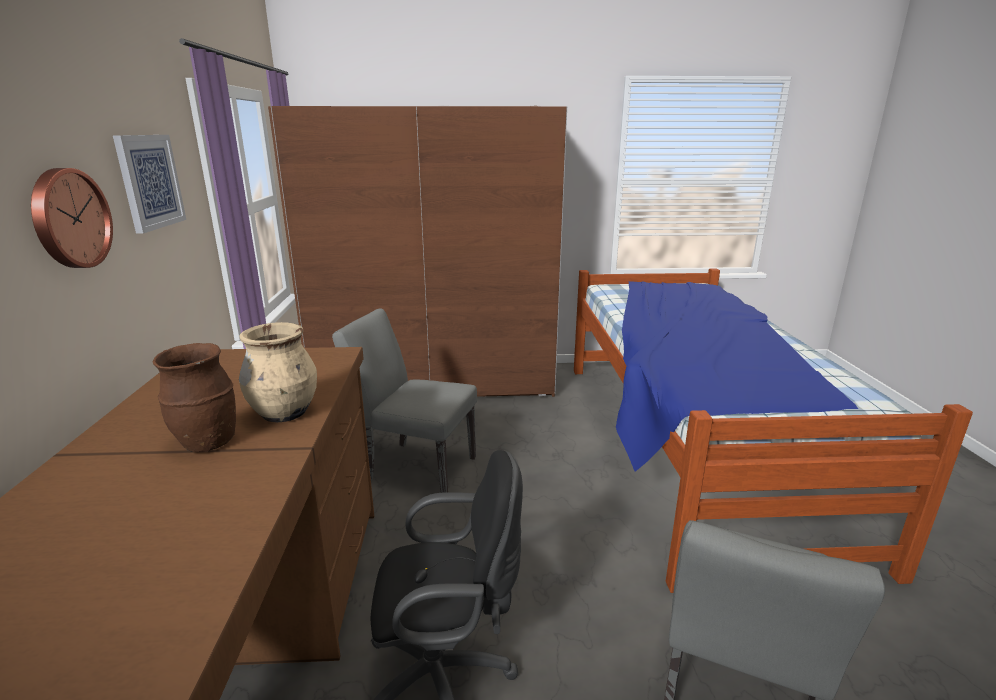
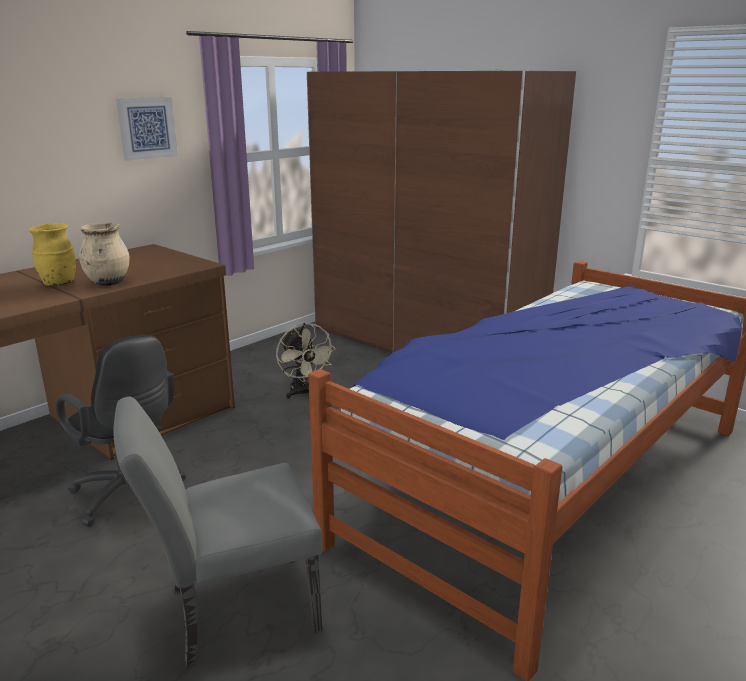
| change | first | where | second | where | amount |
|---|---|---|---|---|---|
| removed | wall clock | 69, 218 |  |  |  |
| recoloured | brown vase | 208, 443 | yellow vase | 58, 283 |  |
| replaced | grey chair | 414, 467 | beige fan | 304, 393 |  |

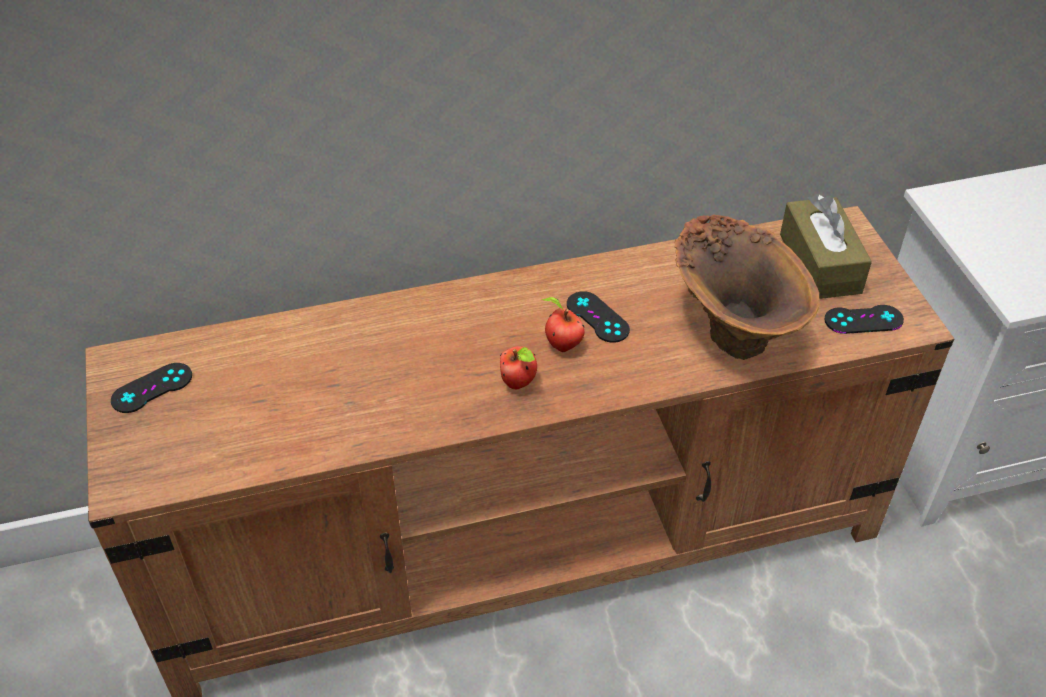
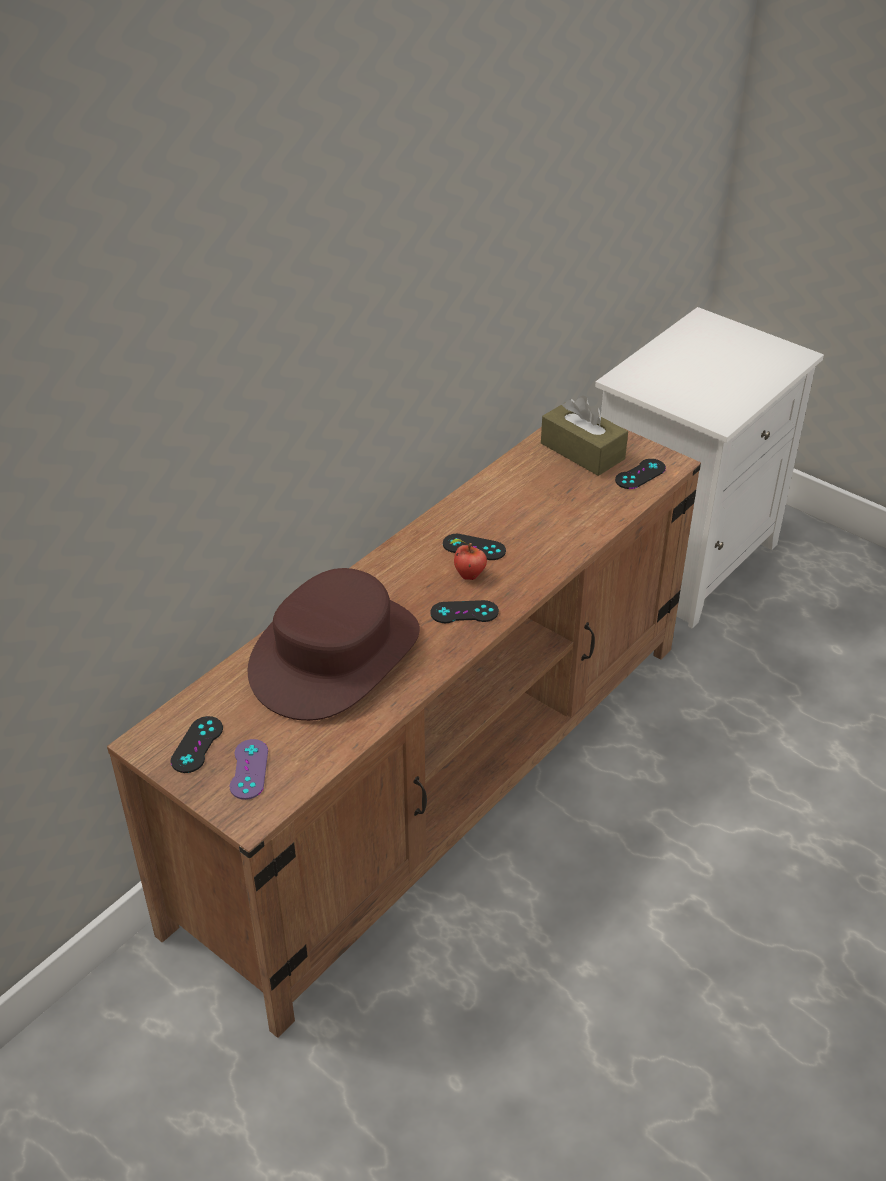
| change | first | where | second | where | amount |
|---|---|---|---|---|---|
| replaced | apple | 519, 383 | black game controller | 464, 612 |  |
| removed | brown vase | 734, 329 |  |  |  |
| added |  |  | purple game controller | 249, 769 |  |
| added |  |  | brown hat | 334, 655 |  |

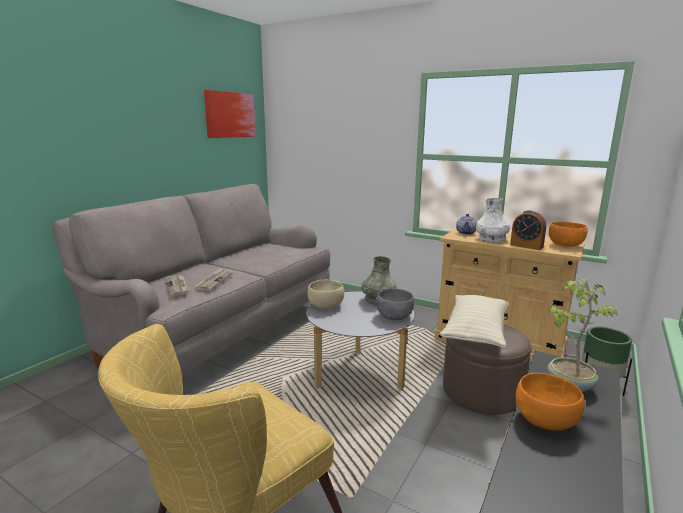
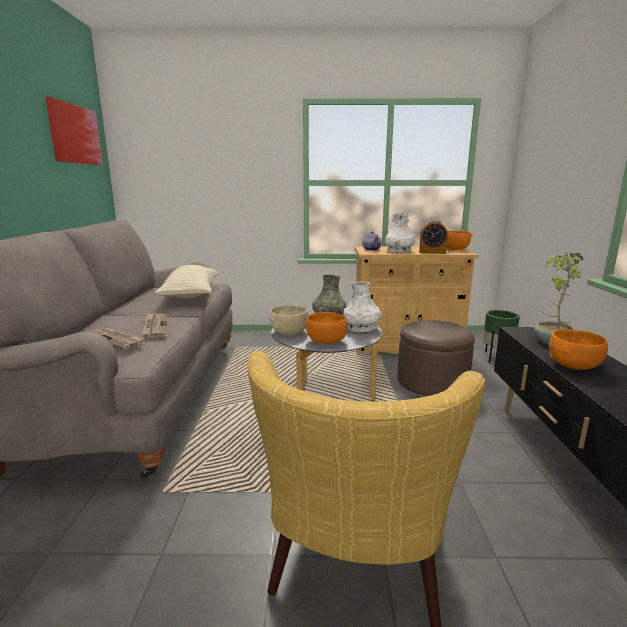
| change | first | where | second | where | amount |
|---|---|---|---|---|---|
| replaced | grey bowl | 394, 316 | white vase | 361, 328 |  |
| moved | beige pillow | 475, 332 |  | 191, 295 |  |
| added |  |  | orange bowl | 327, 341 |  |

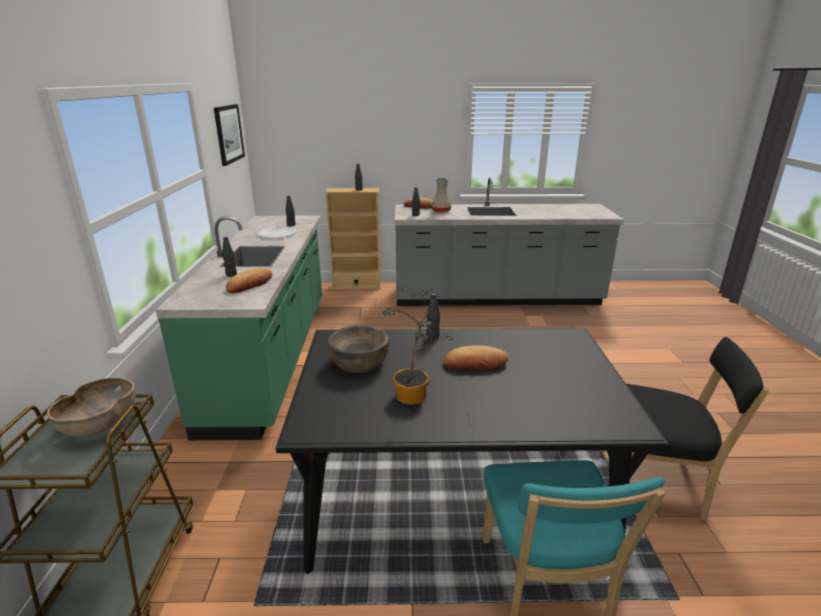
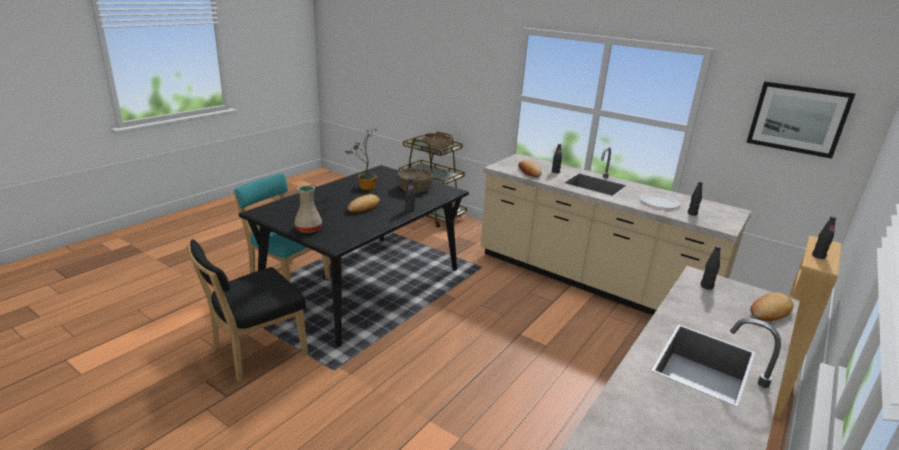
| change | first | where | second | where | amount |
|---|---|---|---|---|---|
| recoloured | green counter | 272, 357 | beige counter | 590, 282 |  |
| moved | beige vase | 441, 211 |  | 308, 229 |  |

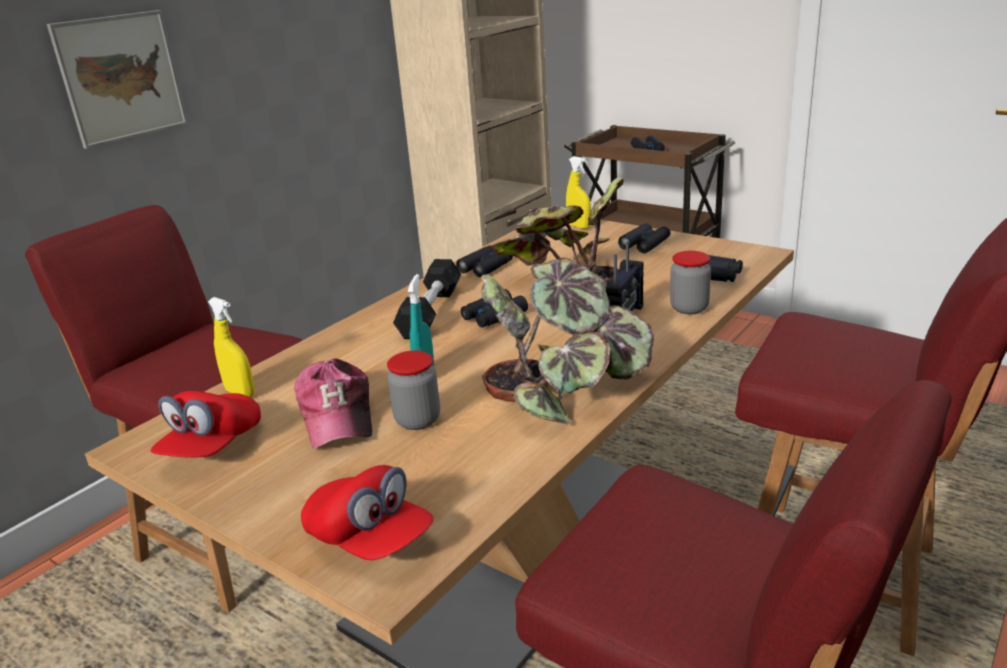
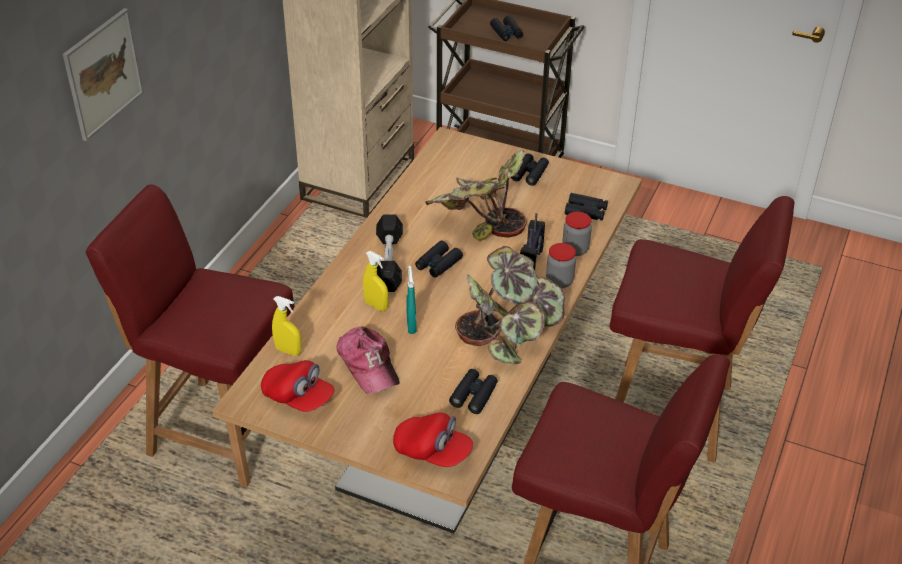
| change | first | where | second | where | amount |
|---|---|---|---|---|---|
| turned | red cap | 212, 447 |  | 298, 397 | 60 degrees counterclockwise |
| moved | jar | 417, 420 |  | 559, 281 |  |
| moved | black binoculars | 485, 267 |  | 474, 395 |  |
| moved | yellow spray bottle | 578, 226 |  | 376, 305 |  |

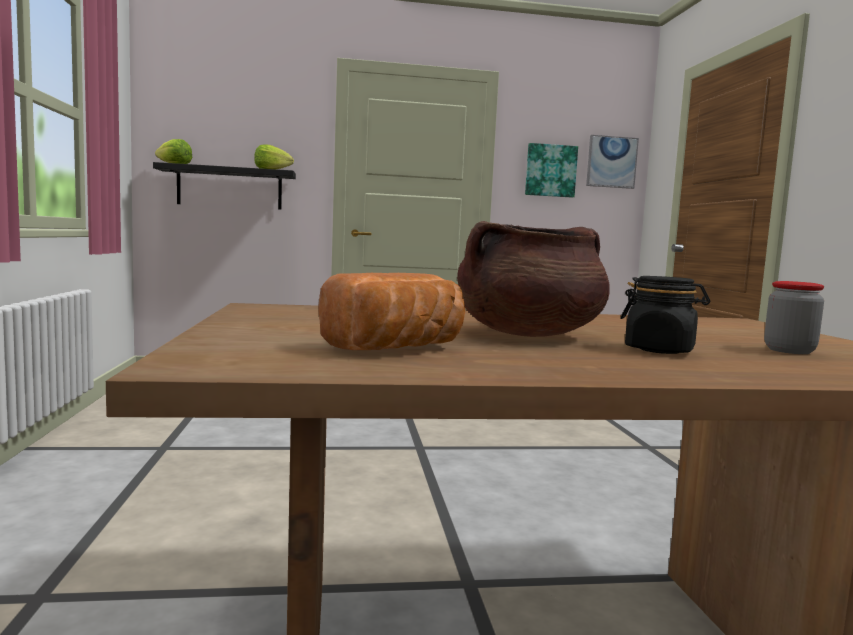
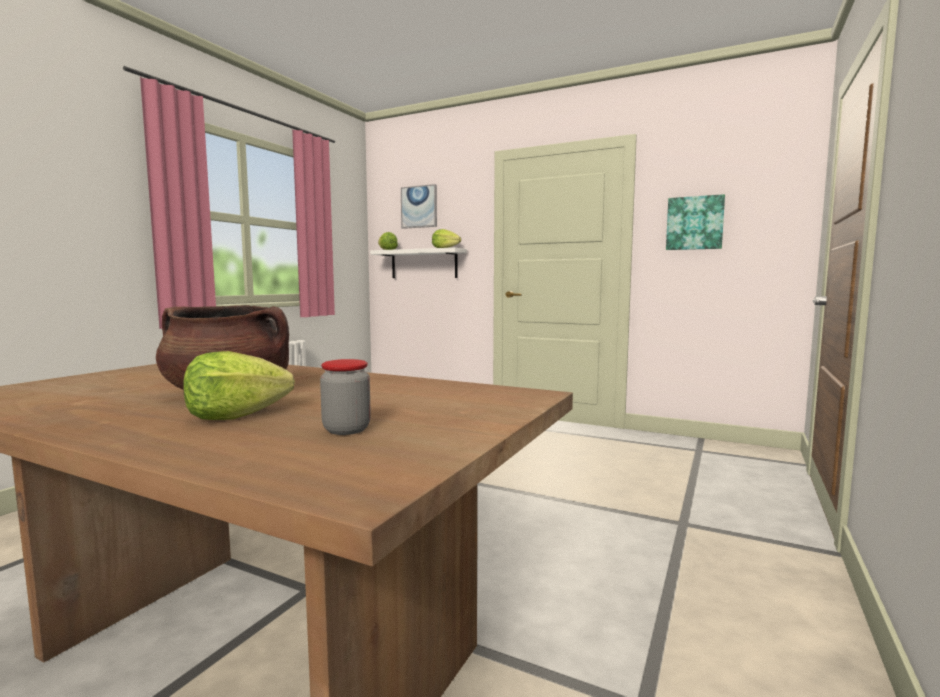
| change | first | where | second | where | amount |
|---|---|---|---|---|---|
| recoloured | black shelf | 230, 188 | white shelf | 424, 264 |  |
| removed | bread | 399, 349 |  |  |  |
| moved | picture | 611, 162 |  | 419, 207 |  |
| replaced | black jar | 660, 350 | lettuce | 236, 415 |  |

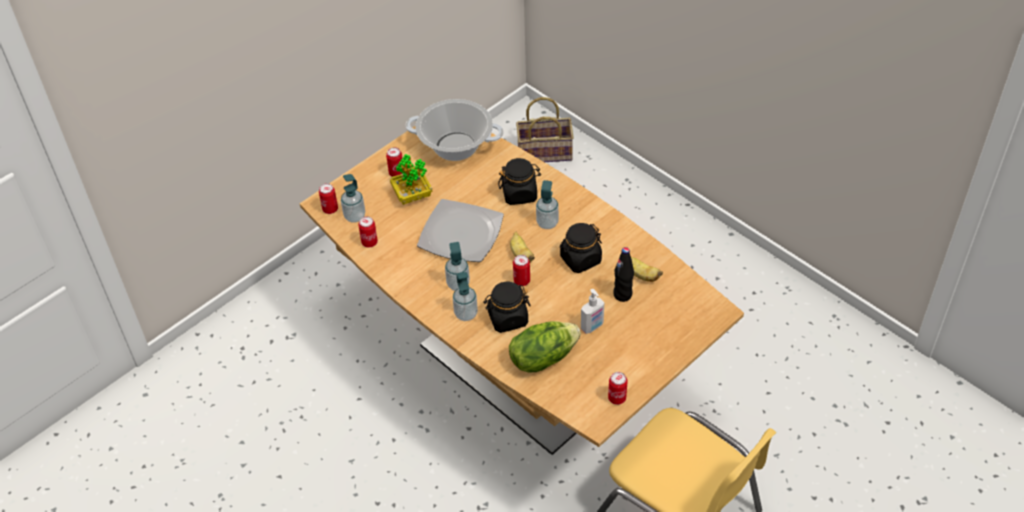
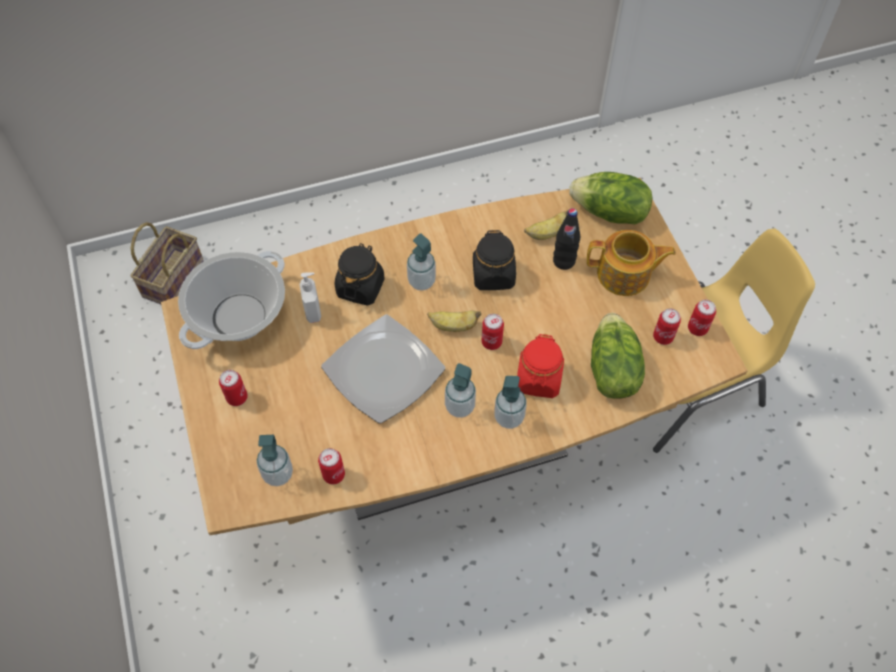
| change | first | where | second | where | amount |
|---|---|---|---|---|---|
| moved | can | 330, 209 |  | 663, 337 |  |
| removed | potted plant | 412, 195 |  |  |  |
| recoloured | black jar | 507, 318 | red jar | 538, 379 |  |
| moved | soap dispenser | 592, 326 |  | 313, 312 |  |
| added |  |  | lettuce | 609, 213 |  |
| added |  |  | teapot | 625, 275 |  |

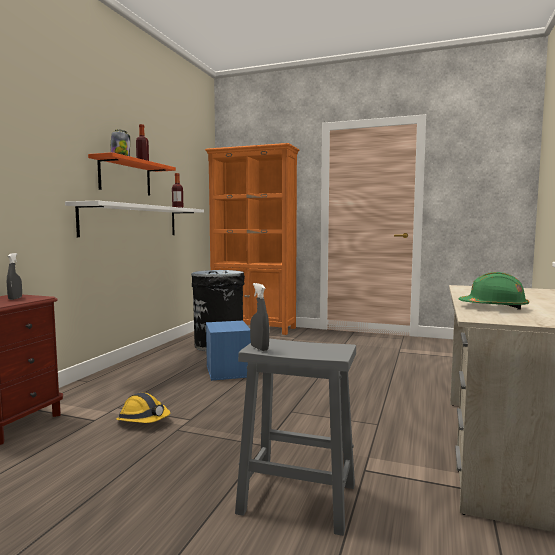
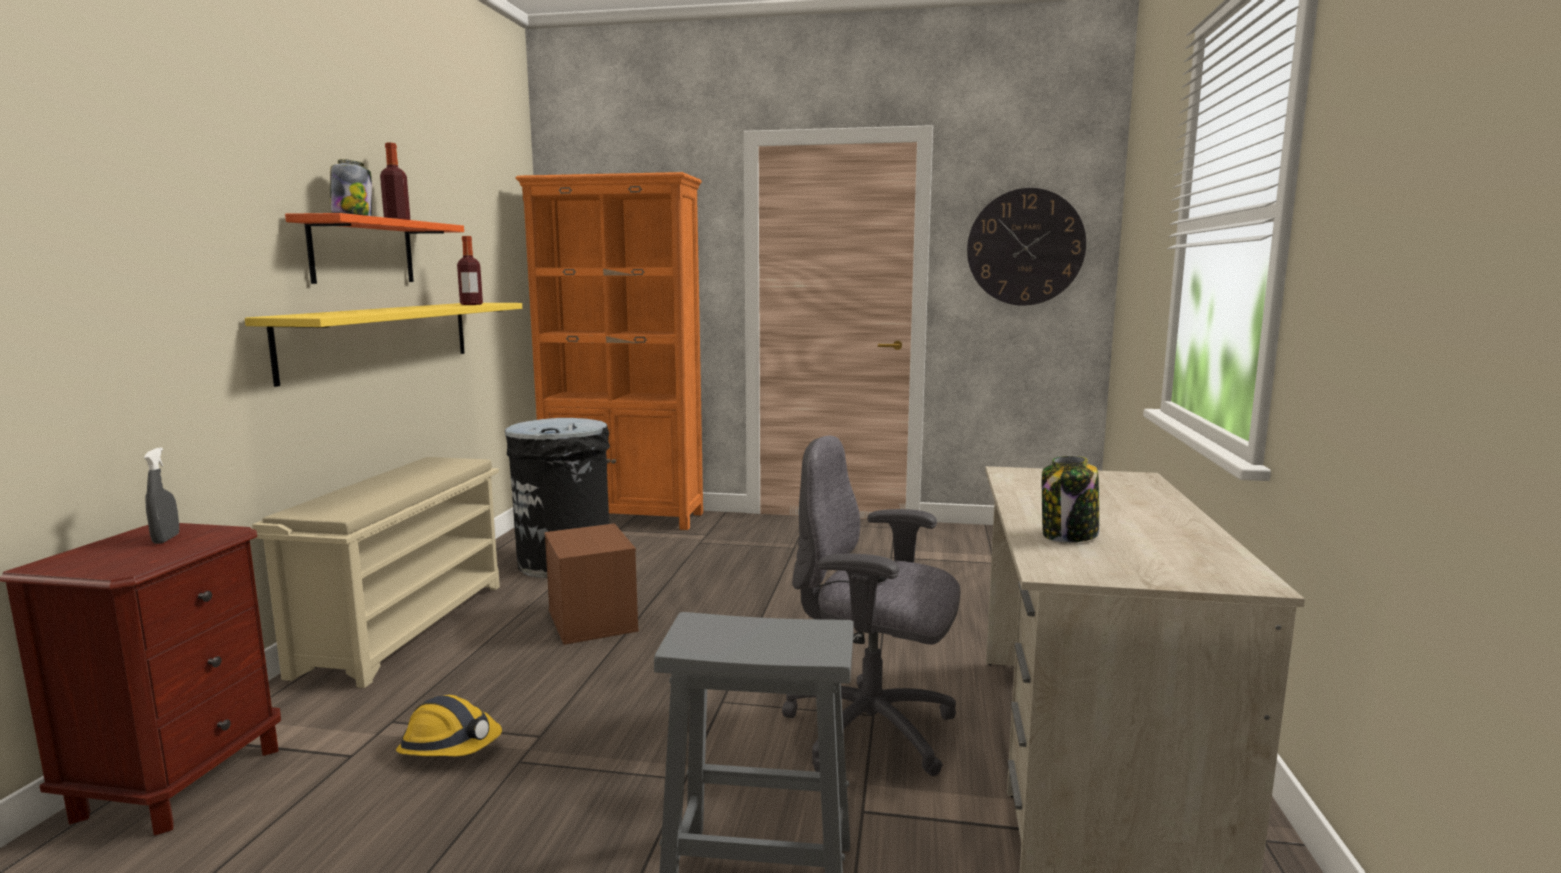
| change | first | where | second | where | amount |
|---|---|---|---|---|---|
| recoloured | white shelf | 132, 221 | yellow shelf | 381, 338 |  |
| recoloured | blue storage box | 229, 371 | brown storage box | 594, 621 |  |
| removed | grey spray bottle | 259, 348 |  |  |  |
| replaced | green hard hat | 493, 307 | jar | 1069, 535 |  |
| added |  |  | beige shoe rack | 404, 626 |  |
| added |  |  | grey office chair | 872, 732 |  |
| added |  |  | wall clock | 1025, 247 |  |

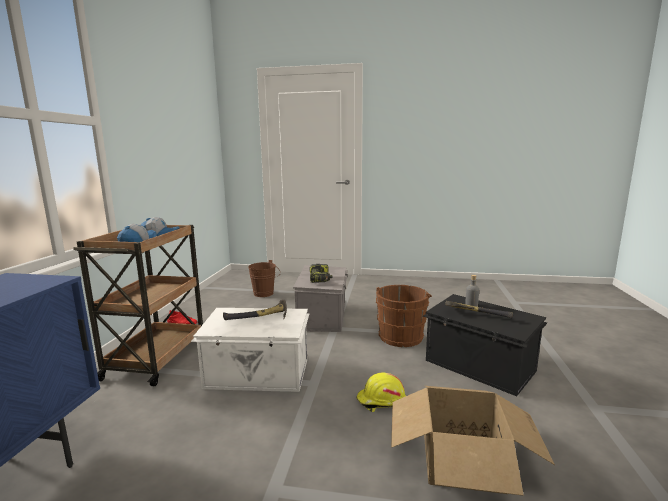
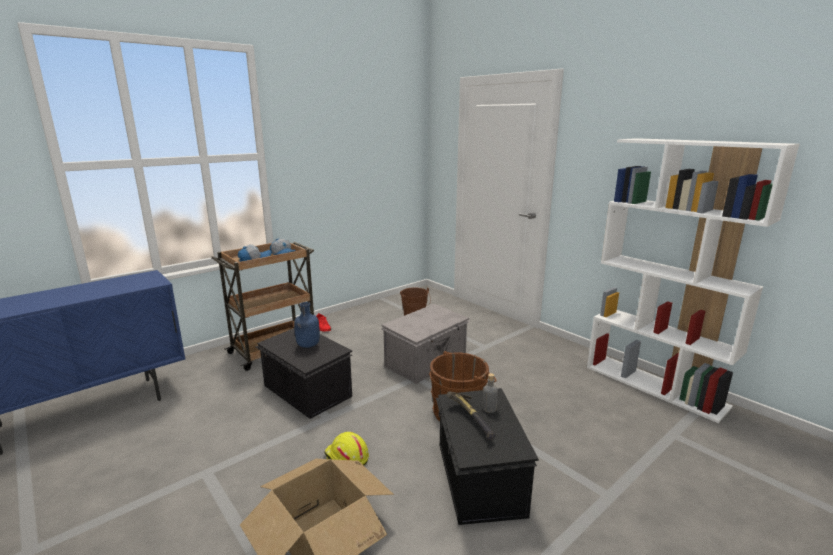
| change | first | where | second | where | amount |
|---|---|---|---|---|---|
| recoloured | white storage box | 258, 374 | black storage box | 306, 391 |  |
| replaced | hammer | 259, 319 | blue bottle | 308, 345 |  |
| removed | power drill | 320, 279 |  |  |  |
| added |  |  | white bookcase | 655, 386 |  |

